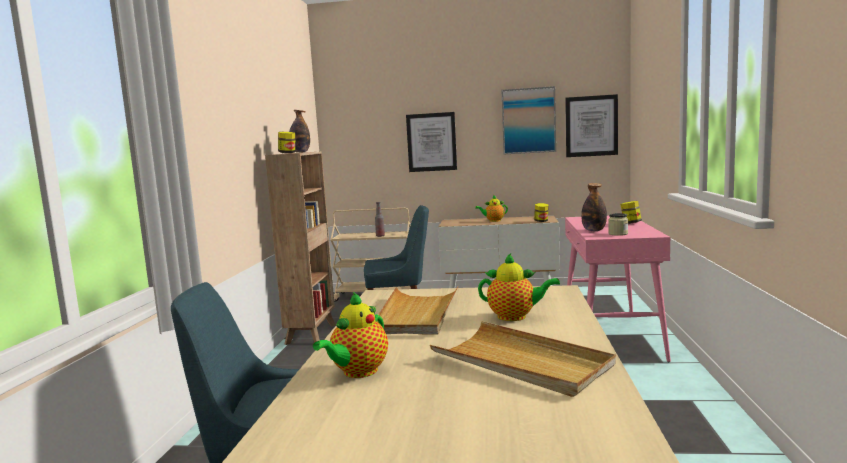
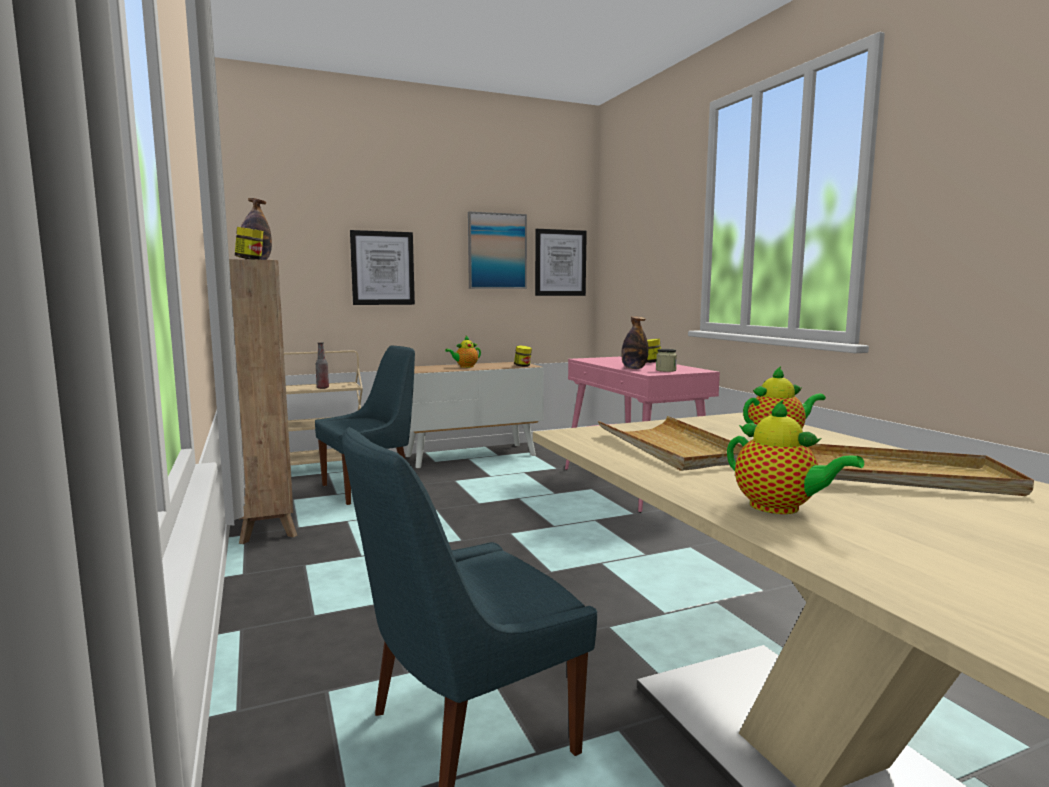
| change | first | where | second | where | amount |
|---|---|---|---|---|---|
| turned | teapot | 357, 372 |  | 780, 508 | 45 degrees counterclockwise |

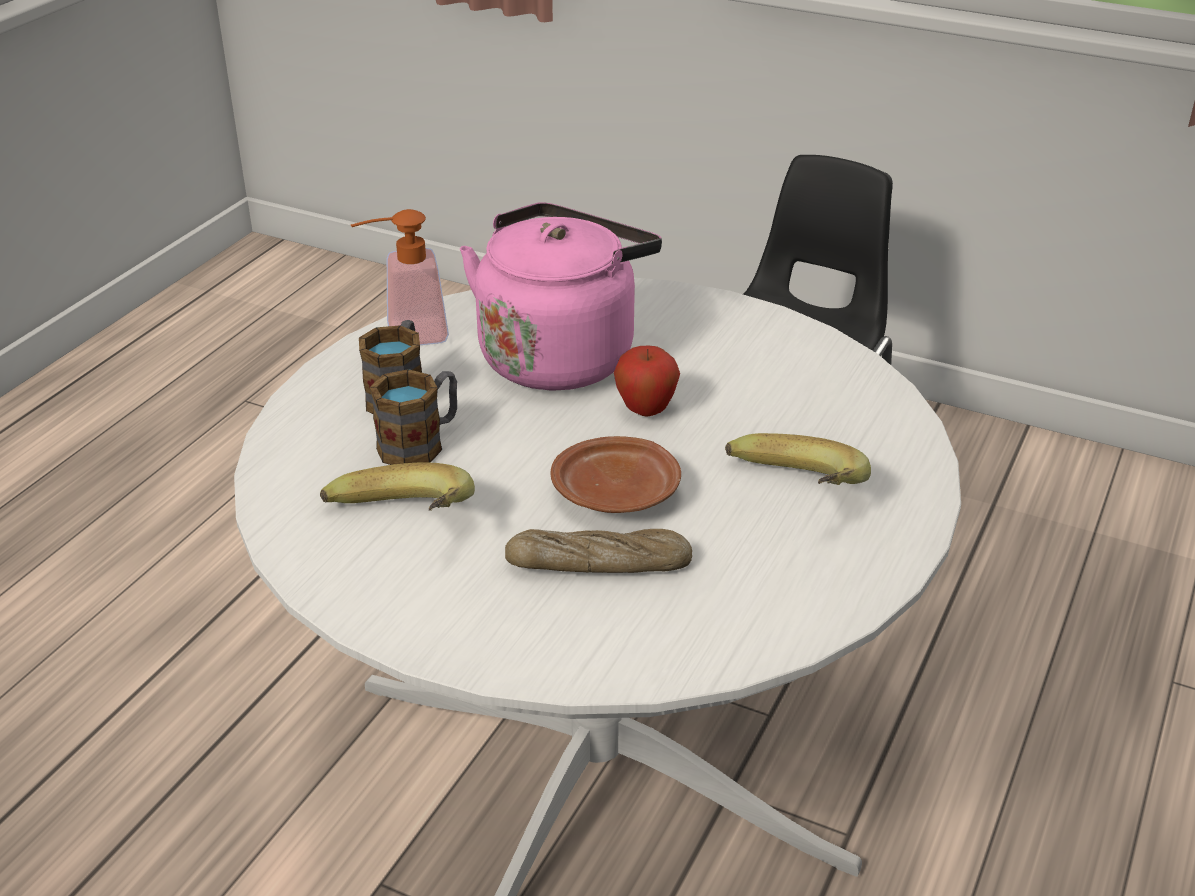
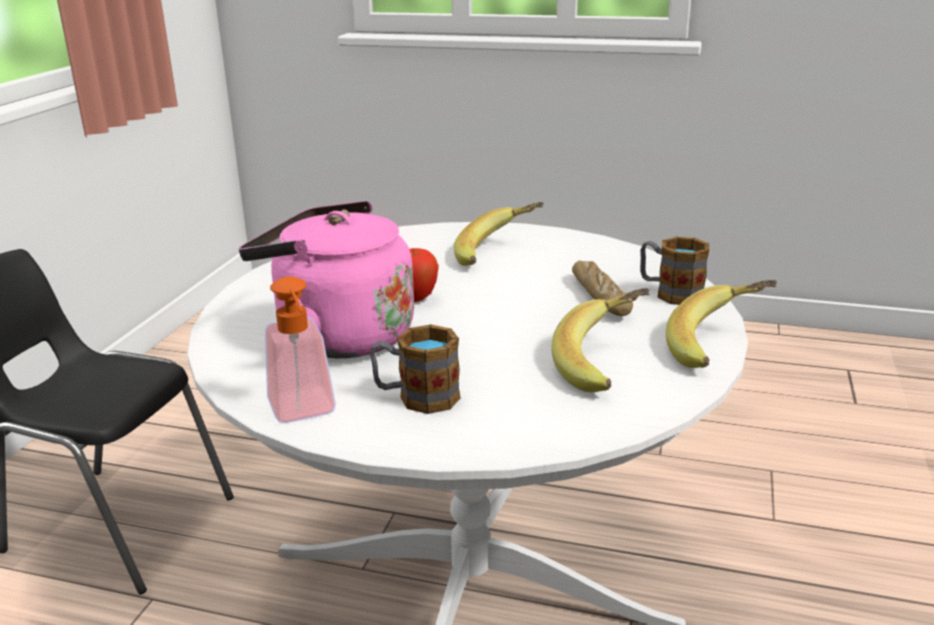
| change | first | where | second | where | amount |
|---|---|---|---|---|---|
| moved | mug | 421, 443 |  | 670, 293 |  |
| removed | brown plate | 617, 493 |  |  |  |
| added |  |  | banana | 720, 348 |  |

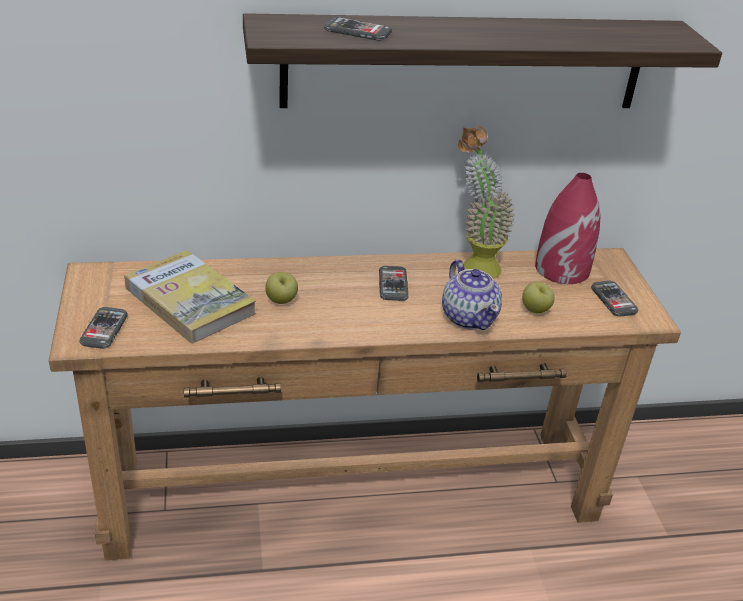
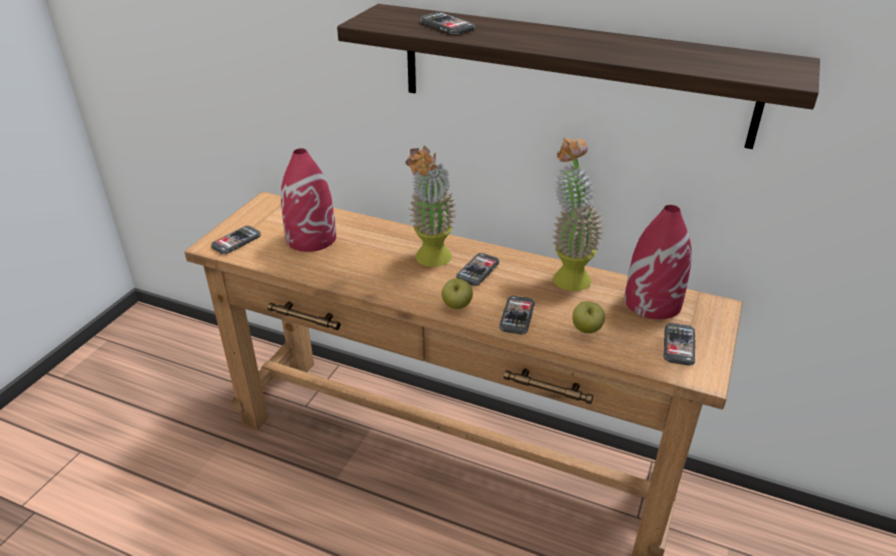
| change | first | where | second | where | amount |
|---|---|---|---|---|---|
| replaced | book | 189, 300 | red vase | 311, 238 |  |
| moved | apple | 281, 301 |  | 457, 306 |  |
| replaced | teapot | 469, 317 | phone | 517, 316 |  |
| added |  |  | potted plant | 431, 262 |  |

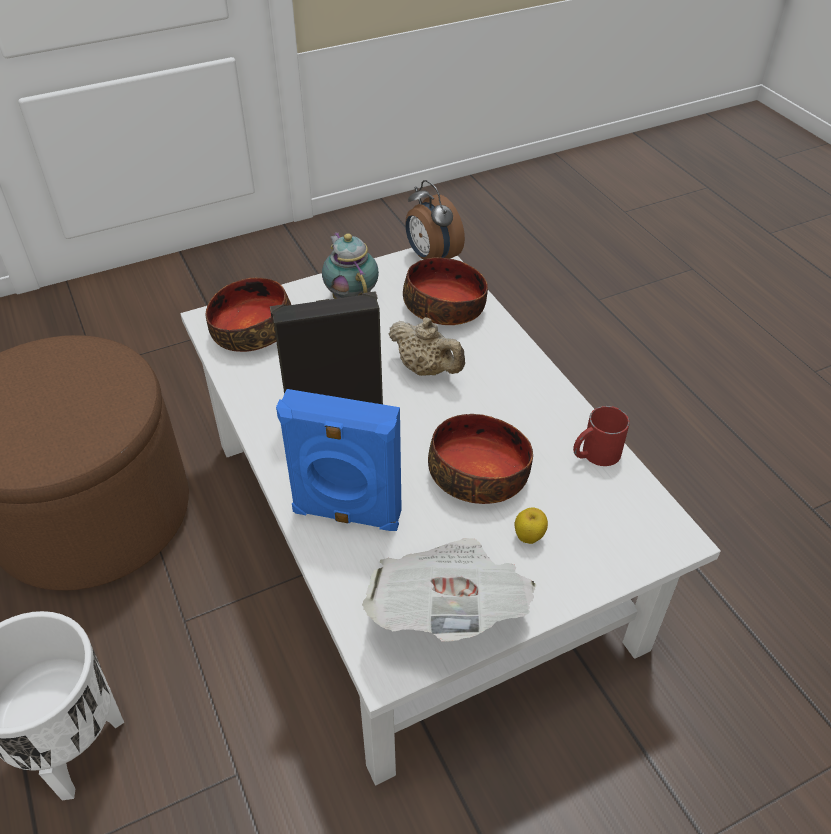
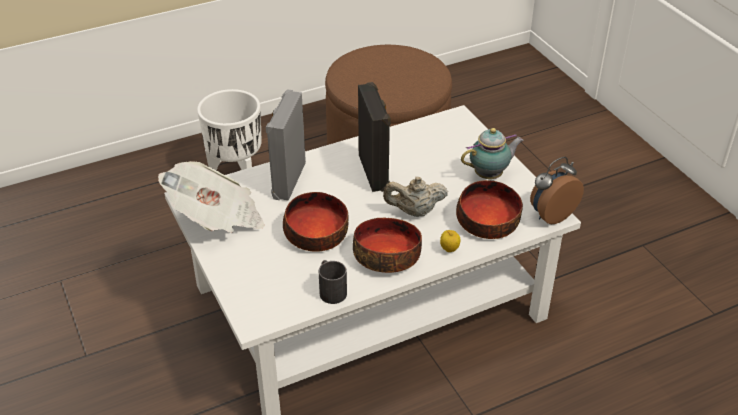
| change | first | where | second | where | amount |
|---|---|---|---|---|---|
| moved | bowl | 252, 329 |  | 387, 256 |  |
| recoloured | blue speaker | 346, 515 | grey speaker | 287, 180 |  |
| turned | beige teapot | 427, 369 |  | 415, 211 | 45 degrees clockwise |
| moved | apple | 529, 537 |  | 449, 250 |  |
| recoloured | red mug | 594, 454 | black mug | 330, 289 |  |

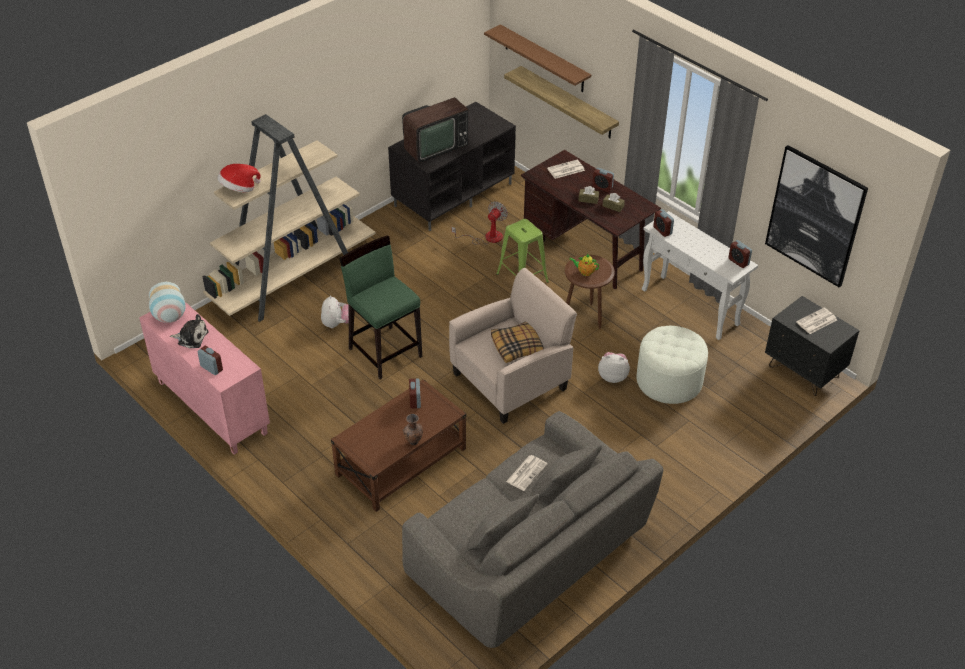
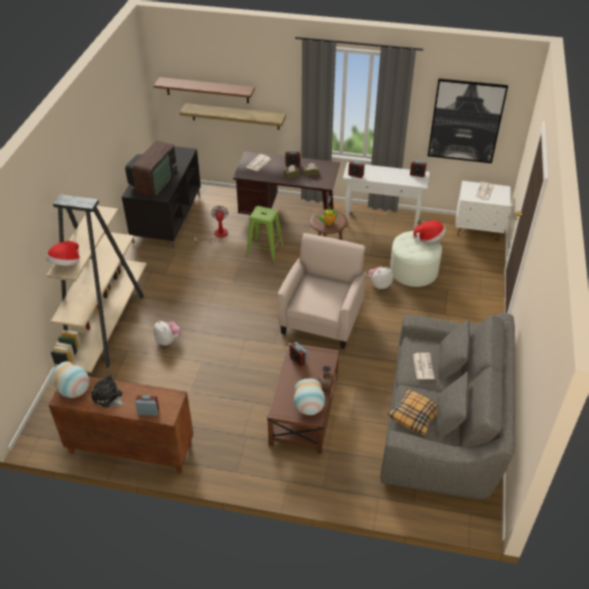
| change | first | where | second | where | amount |
|---|---|---|---|---|---|
| recoloured | pink cabinet | 211, 407 | brown cabinet | 130, 449 |  |
| turned | plush toy | 191, 337 |  | 108, 397 | 120 degrees counterclockwise |
| removed | green stool | 385, 352 |  |  |  |
| moved | pillow | 517, 346 |  | 415, 415 |  |
| recoloured | black nightstand | 803, 372 | white nightstand | 478, 230 |  |
| added |  |  | vase | 309, 408 |  |
| added |  |  | hat | 429, 238 |  |

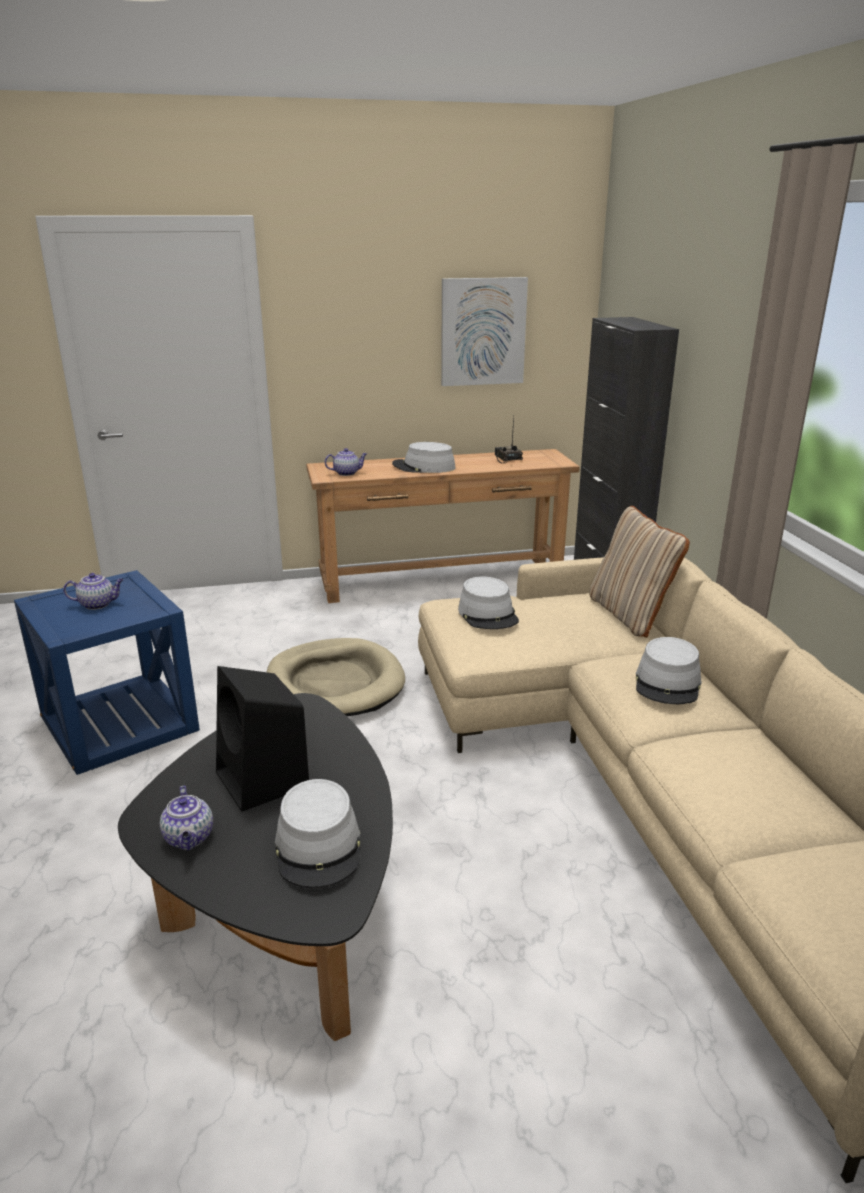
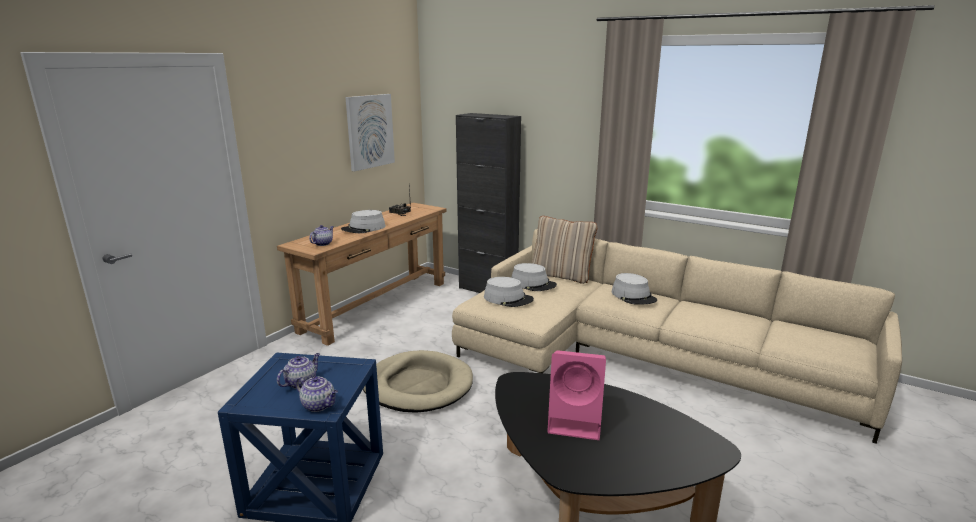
| change | first | where | second | where | amount |
|---|---|---|---|---|---|
| moved | teapot | 189, 838 |  | 319, 405 |  |
| recoloured | black speaker | 264, 780 | pink speaker | 577, 421 |  |
| moved | grey hat | 319, 846 |  | 533, 284 |  |

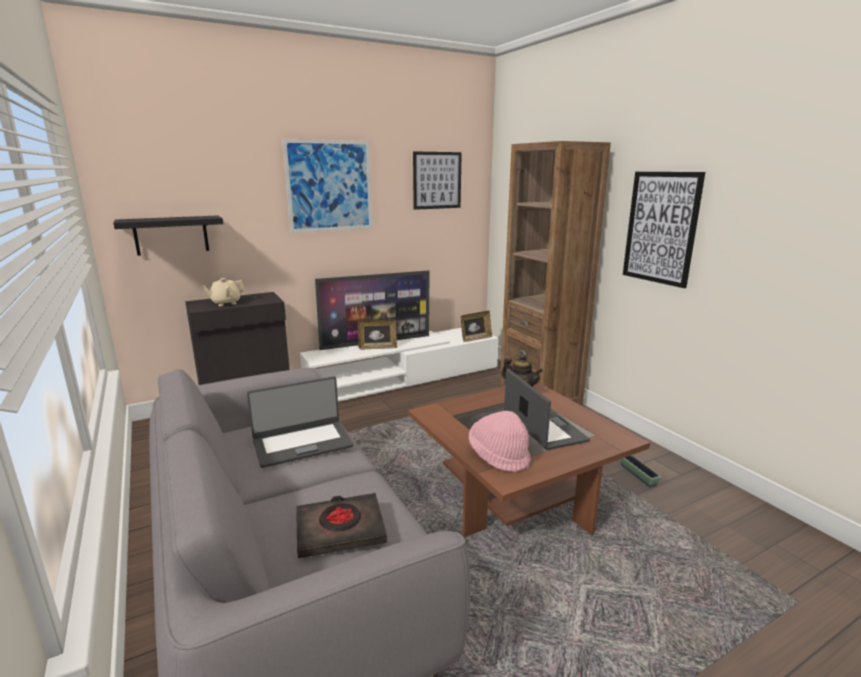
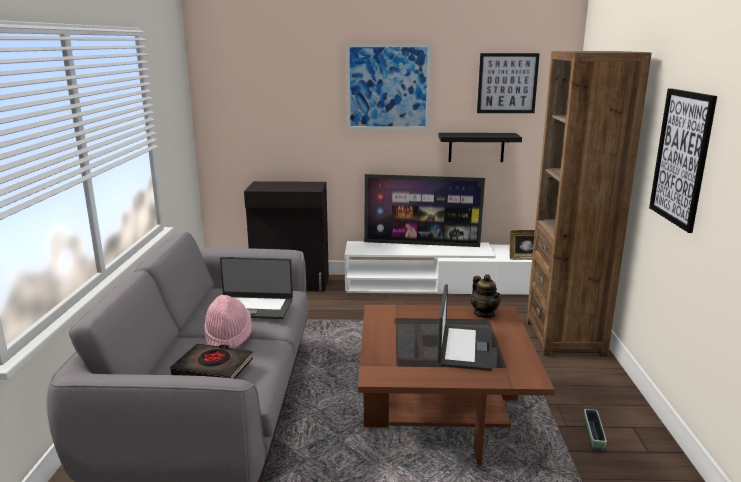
| change | first | where | second | where | amount |
|---|---|---|---|---|---|
| moved | black shelf | 171, 235 |  | 476, 147 |  |
| removed | beige teapot | 225, 303 |  |  |  |
| removed | picture frame | 377, 347 |  |  |  |
| moved | pink hat | 499, 456 |  | 228, 336 |  |

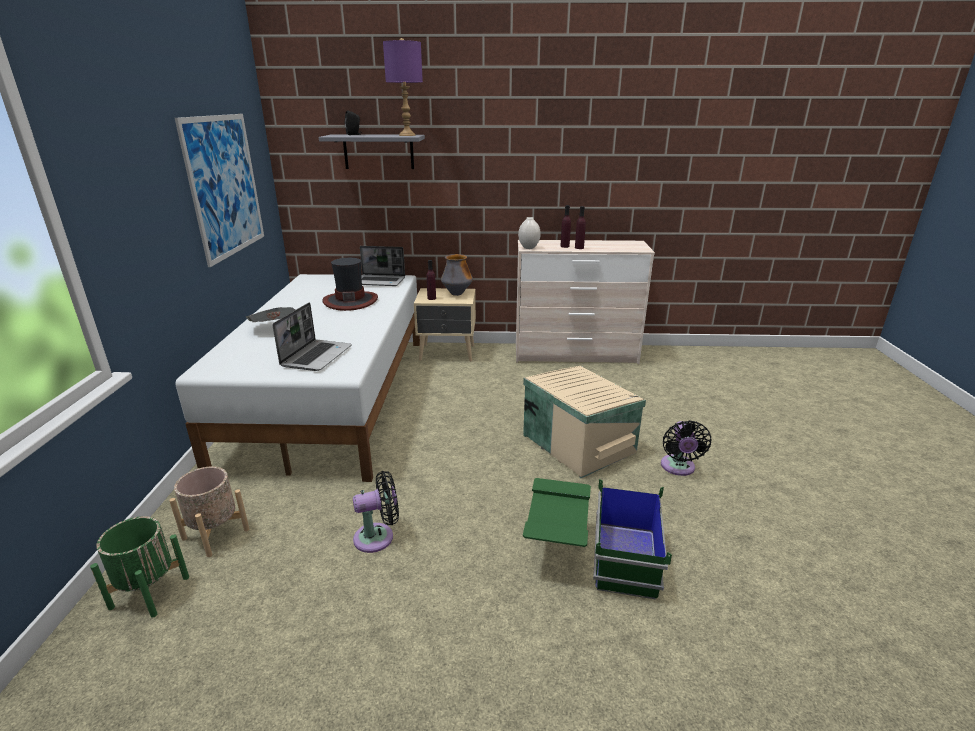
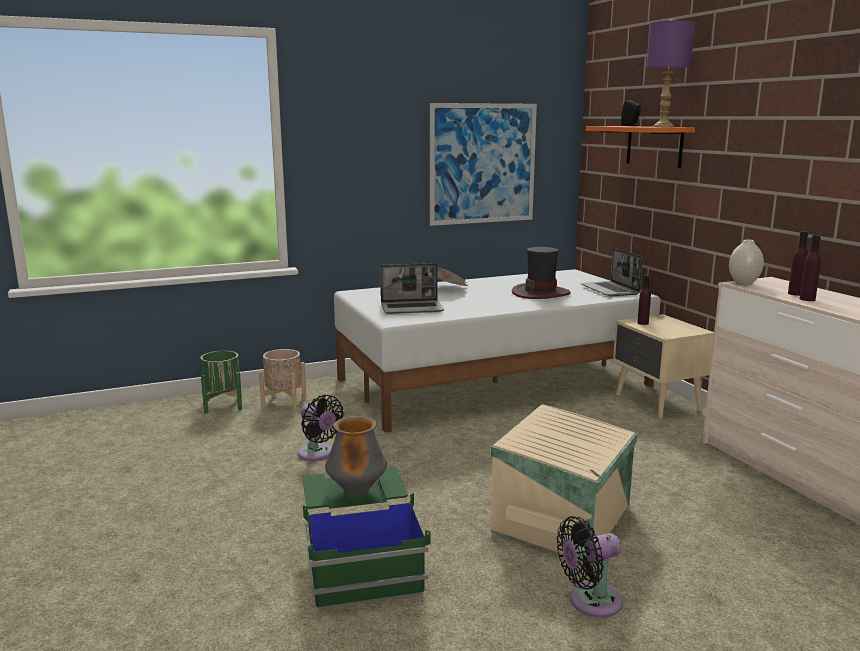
| change | first | where | second | where | amount |
|---|---|---|---|---|---|
| recoloured | grey shelf | 378, 151 | orange shelf | 654, 146 |  |
| moved | vase | 457, 294 |  | 357, 491 |  |

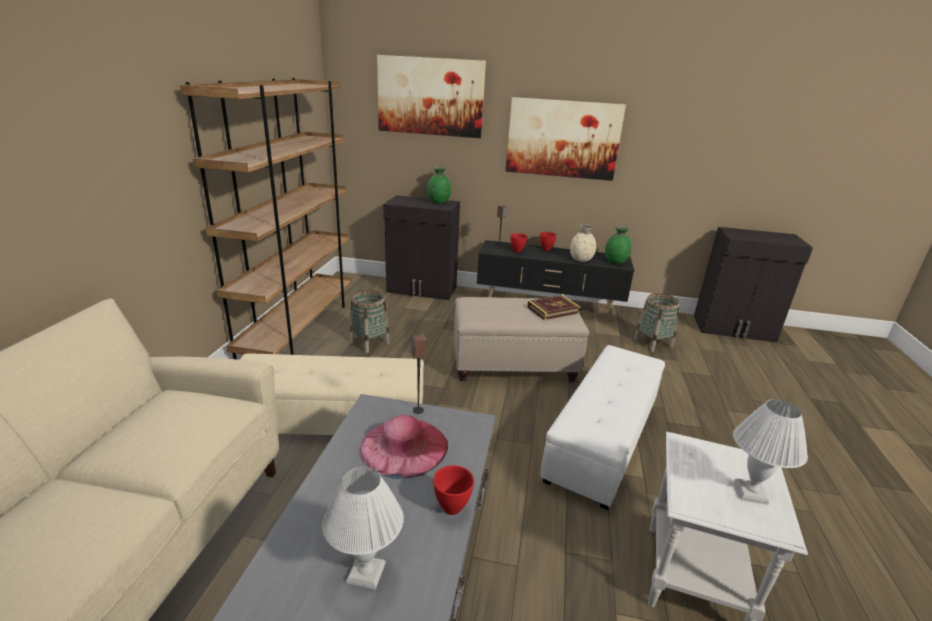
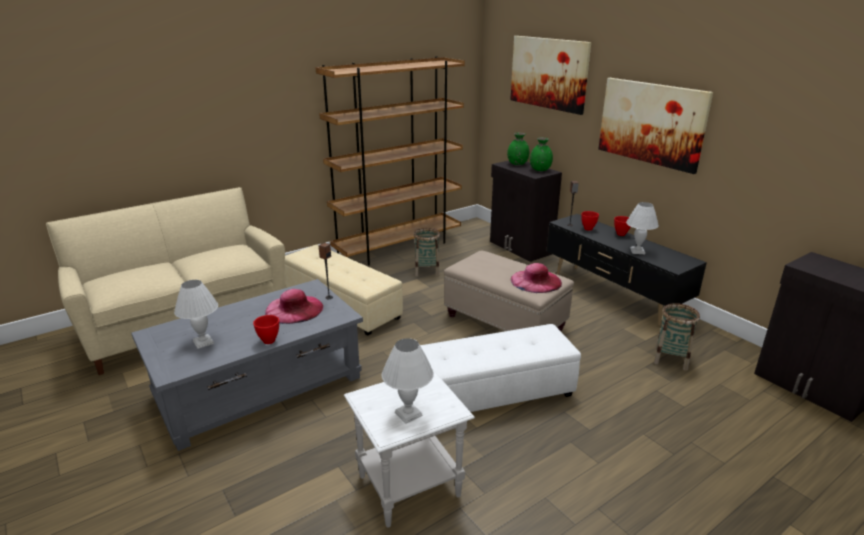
| change | first | where | second | where | amount |
|---|---|---|---|---|---|
| replaced | book | 553, 310 | pink hat | 536, 281 |  |
| replaced | beige vase | 581, 259 | white table lamp | 638, 251 |  |
| moved | green vase | 615, 262 |  | 517, 164 |  |

